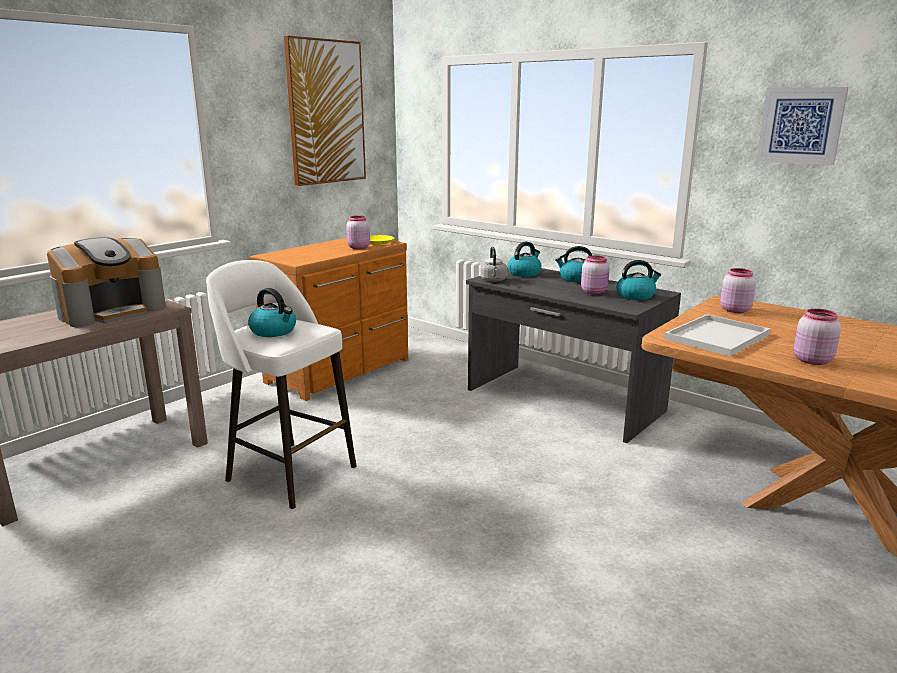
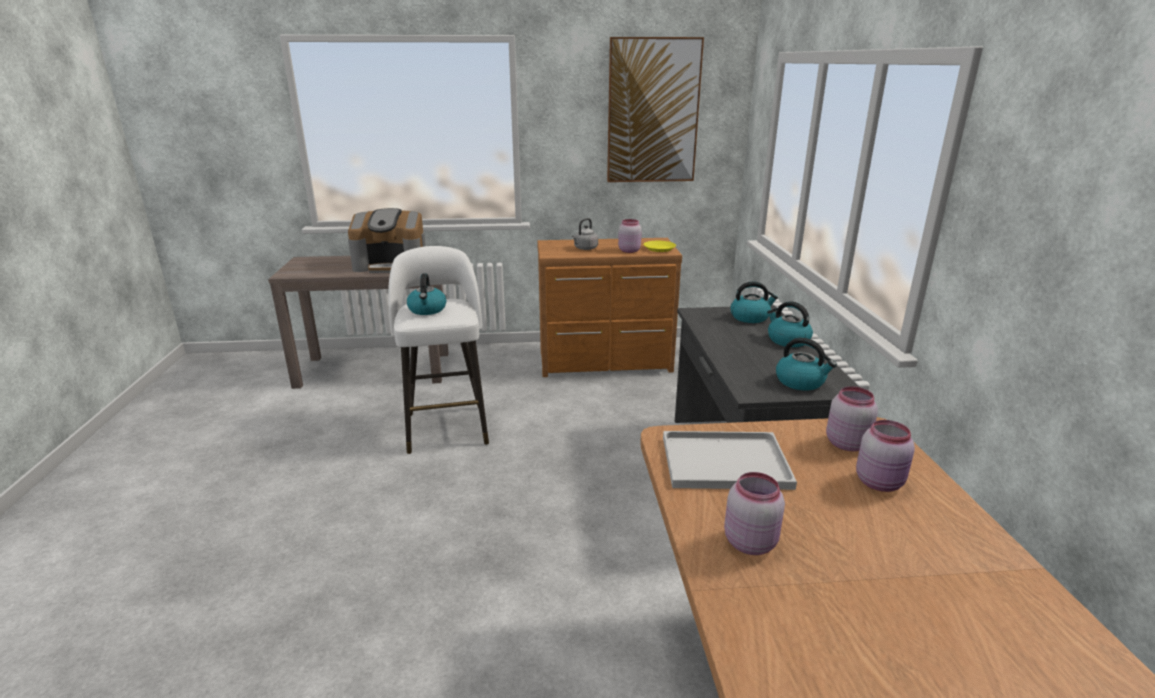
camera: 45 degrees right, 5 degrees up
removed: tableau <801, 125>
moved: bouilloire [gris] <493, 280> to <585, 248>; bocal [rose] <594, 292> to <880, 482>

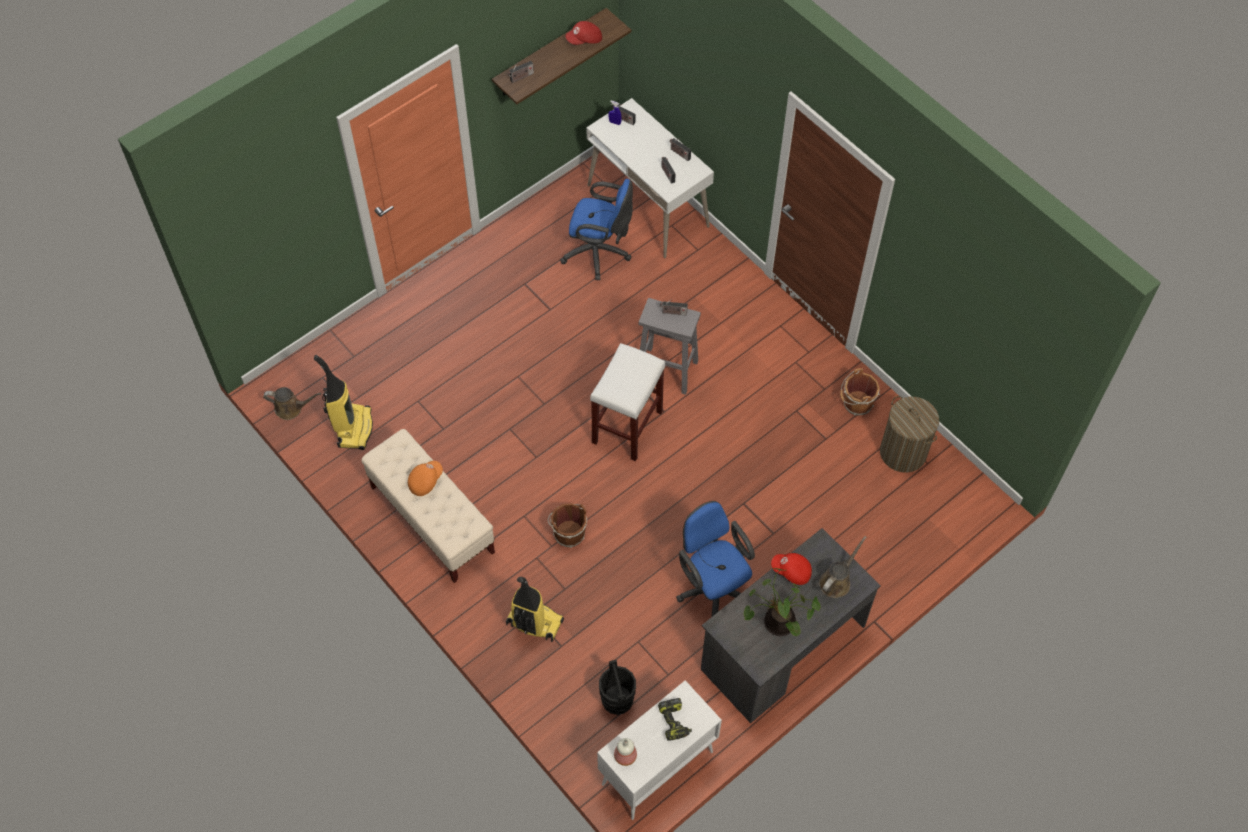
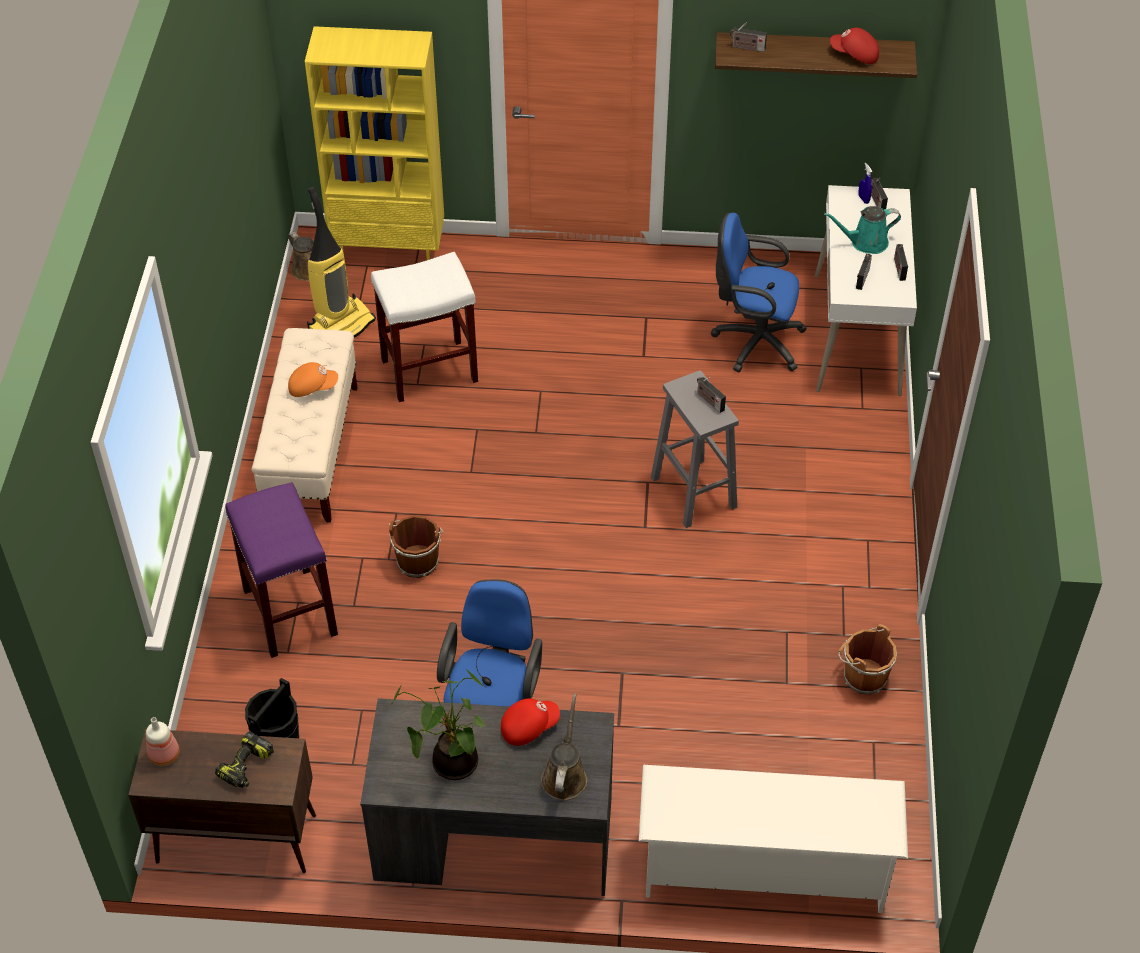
camera: 45 degrees right, 10 degrees down
removed: panier à linge <903, 452>
added: bibliothèque [jaune] <389, 250>; étagère à chaussures [blanc] <763, 868>; arrosoir [turquoise] <865, 242>
moved: tabouret [blanc] <627, 426> to <430, 369>
replaced: aspirateur <533, 623> to tabouret [violet] <289, 611>
recoloured: meuble de rangement [blanc] <656, 769> to meuble de rangement [marron] <235, 839>
turned: casquette [rouge] <791, 571> = <529, 726> 90 degrees clockwise; arrosoir [marron] <836, 581> = <564, 775> 75 degrees counterclockwise; chaise de bureau [bleu] <599, 253> = <754, 342> 135 degrees clockwise

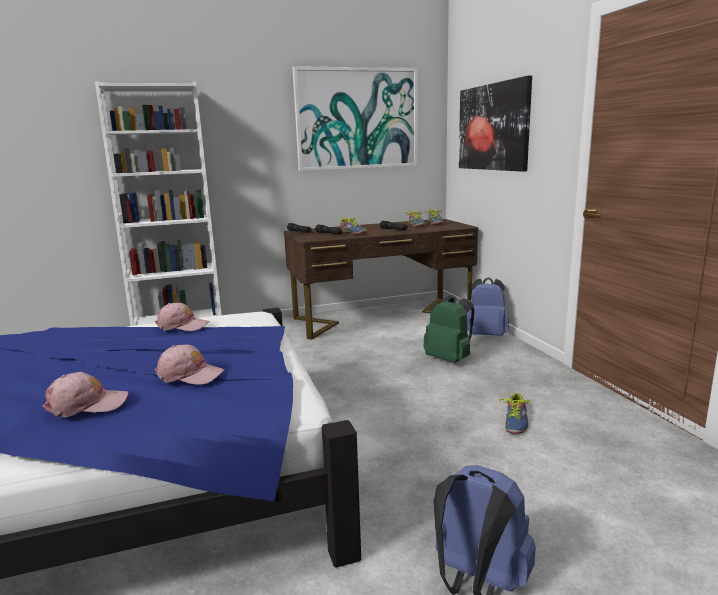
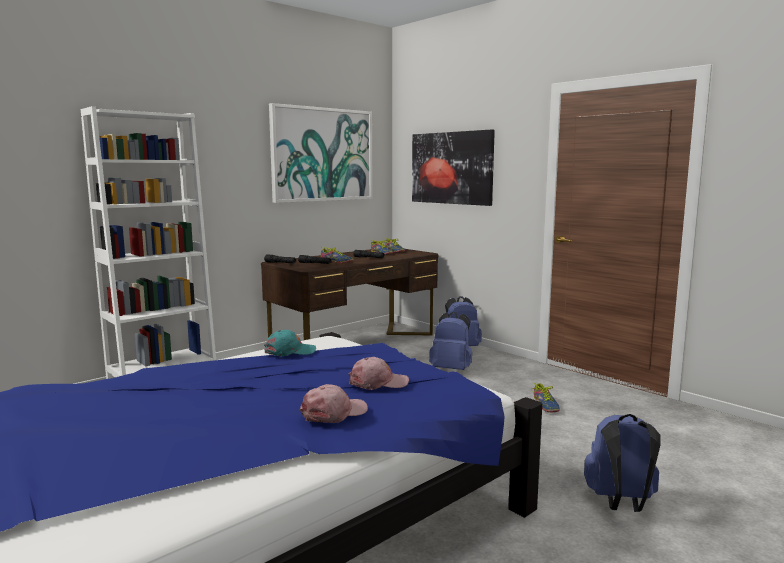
camera: 25 degrees left, 5 degrees down
recoloured: casquette [rose] <182, 325> to casquette [turquoise] <290, 351>; sac à dos [vert] <450, 359> to sac à dos [bleu] <451, 369>

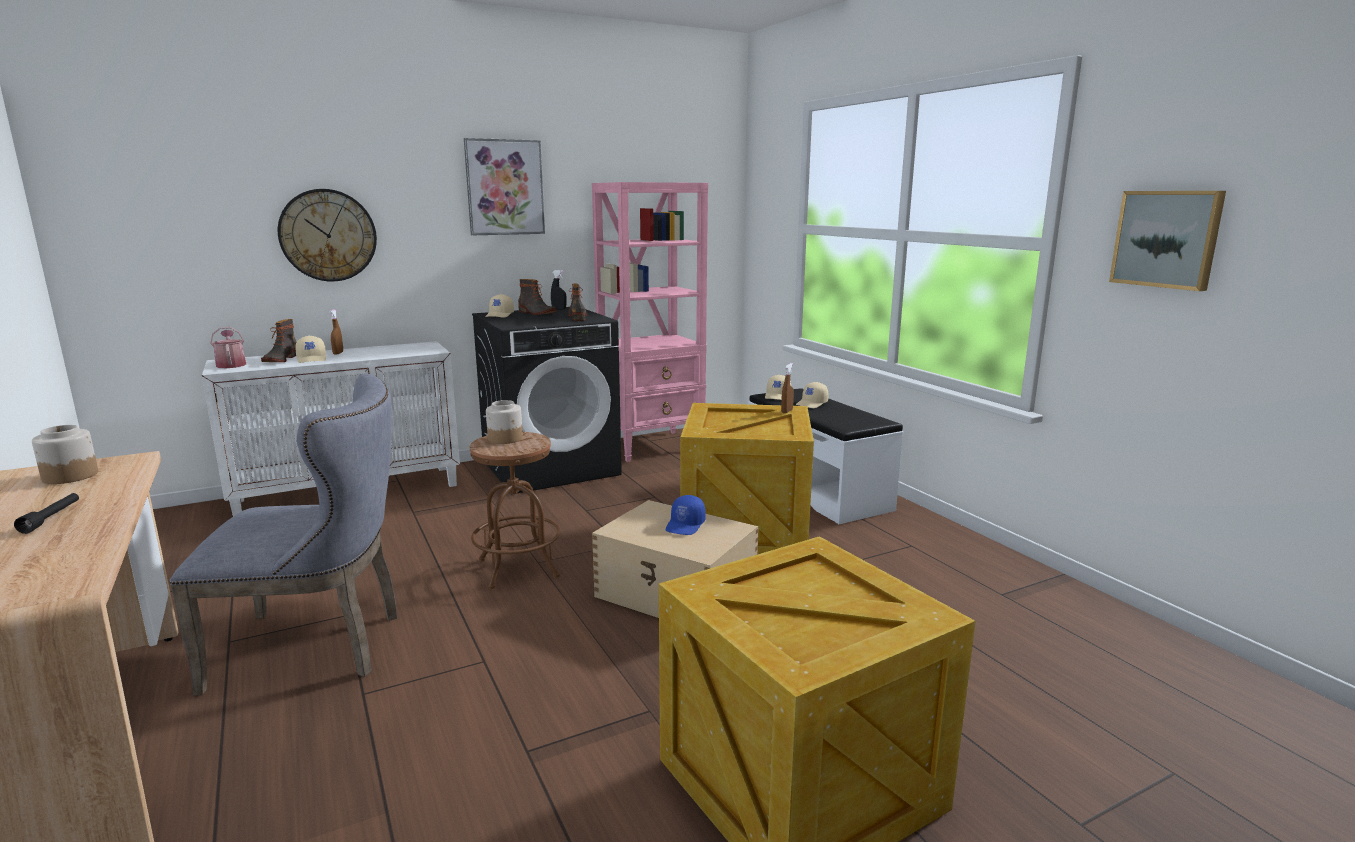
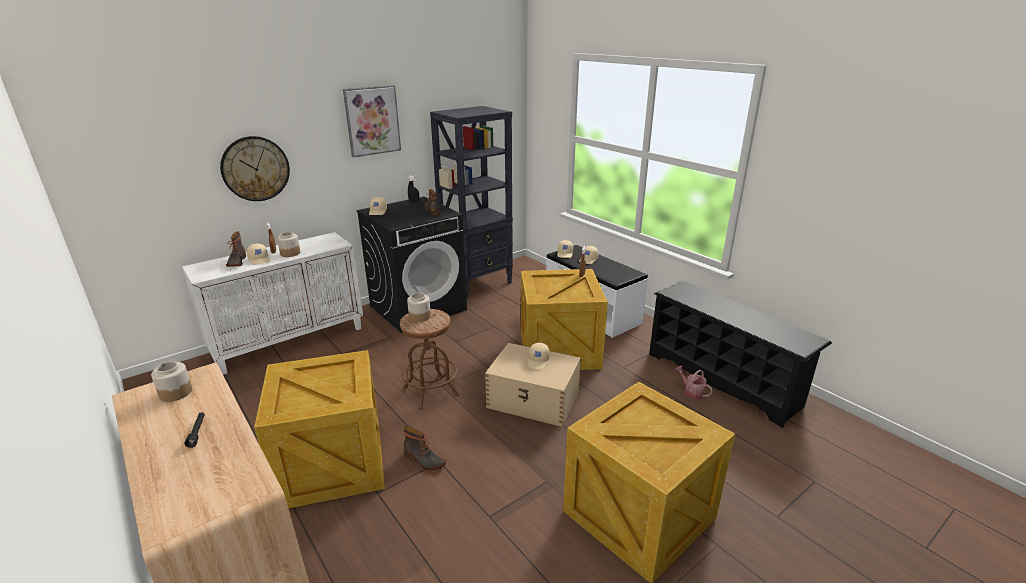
camera: 10 degrees left, 10 degrees up
removed: tableau <1167, 239>
added: bocal <290, 253>; étagère à chaussures [noir] <723, 379>
moved: botte <536, 313> to <424, 460>; arrosoir <231, 364> to <691, 391>
replaced: chaise [gris] <320, 646> to caisse <334, 464>
recoloured: bibliothèque [rose] <652, 446> to bibliothèque [noir] <478, 283>; casquette [bleu] <686, 525> to casquette [beige] <538, 361>

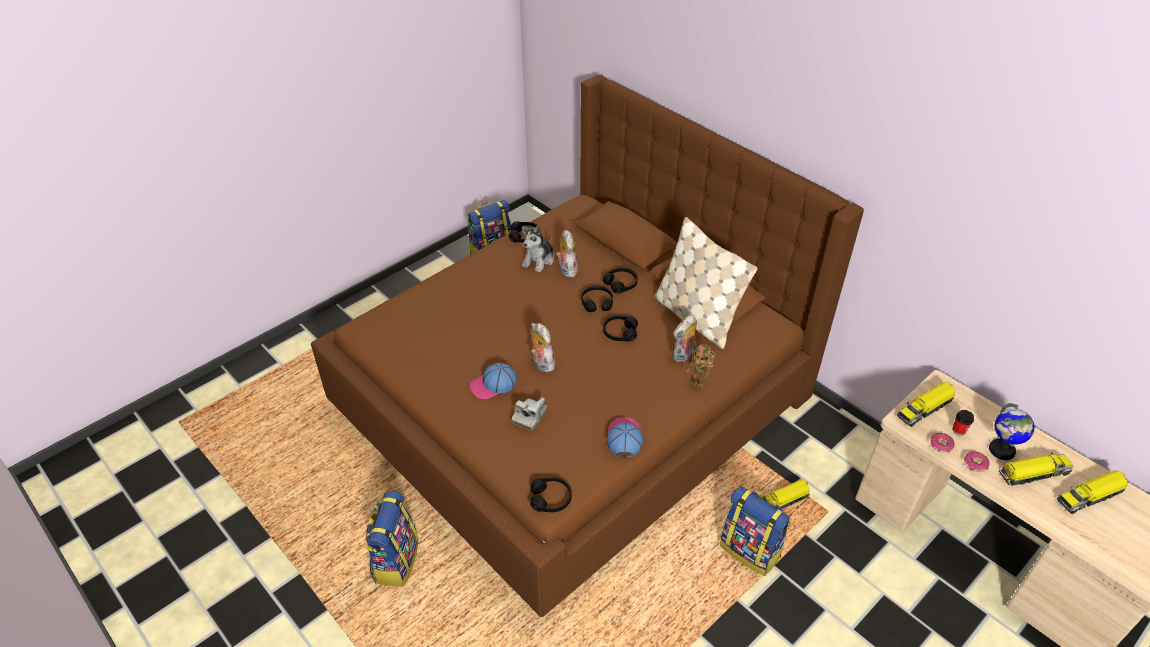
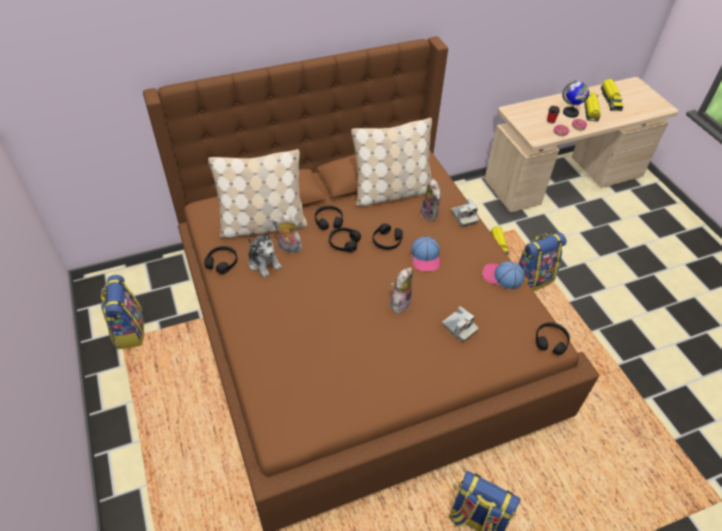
camera: 70 degrees left, 5 degrees up
removed: camion jouet <924, 409>
added: coussin [beige] <263, 225>
moved: casquette <493, 385> to <425, 257>
replaced: robot jouet <699, 385> to appareil photo <464, 217>
turned: peluche <541, 363> = <399, 302> 135 degrees clockwise

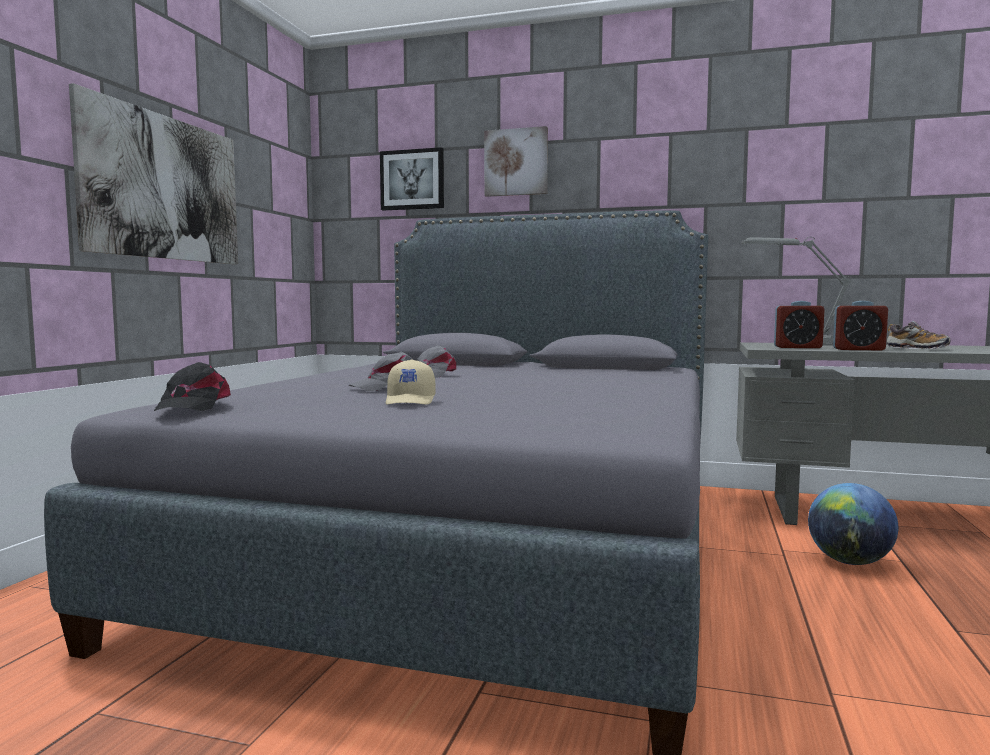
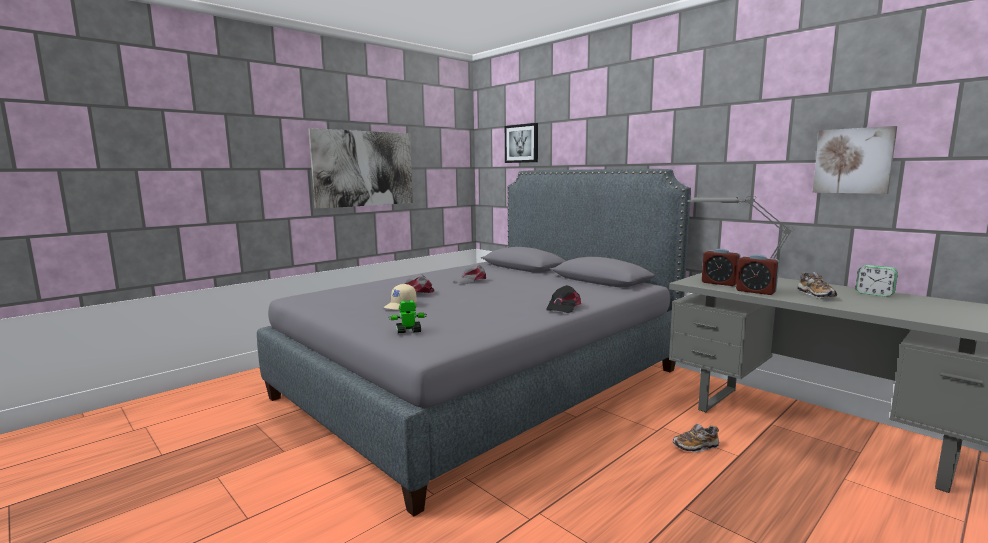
camera: 30 degrees right, 5 degrees up
added: robot jouet <408, 331>; réveil <874, 294>
moved: casquette [noir] <193, 405> to <563, 307>; tableau <516, 162> to <853, 161>
replaced: globe <849, 562> to chaussure <695, 446>

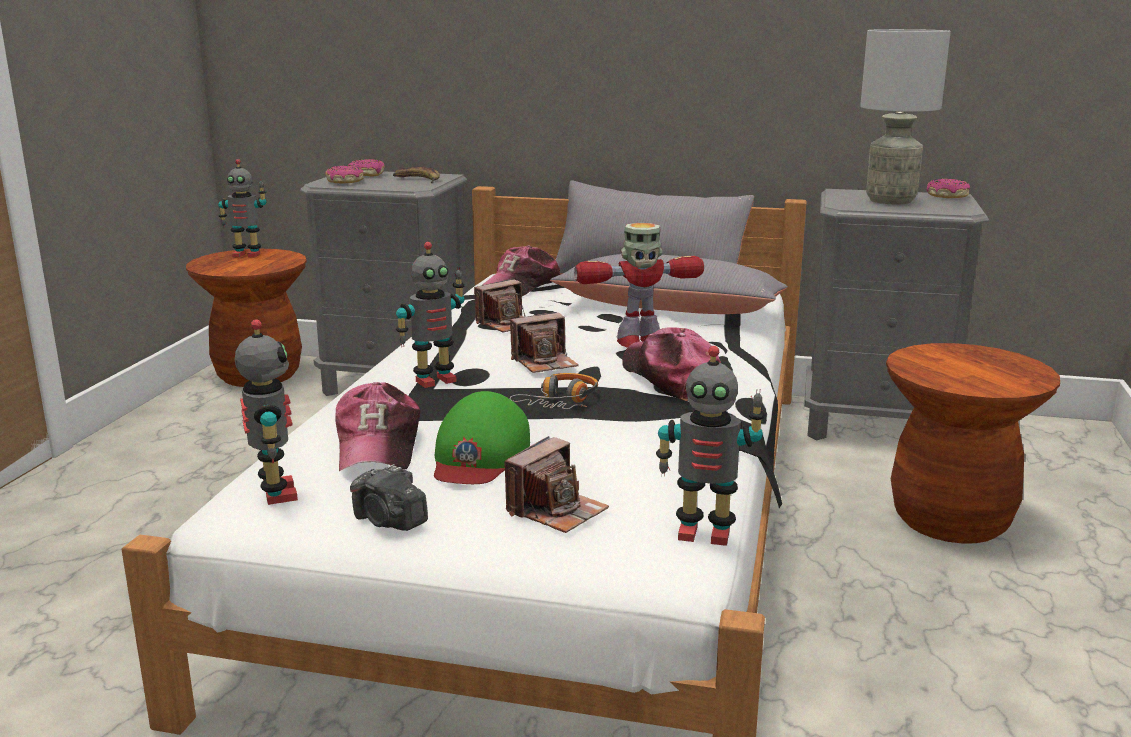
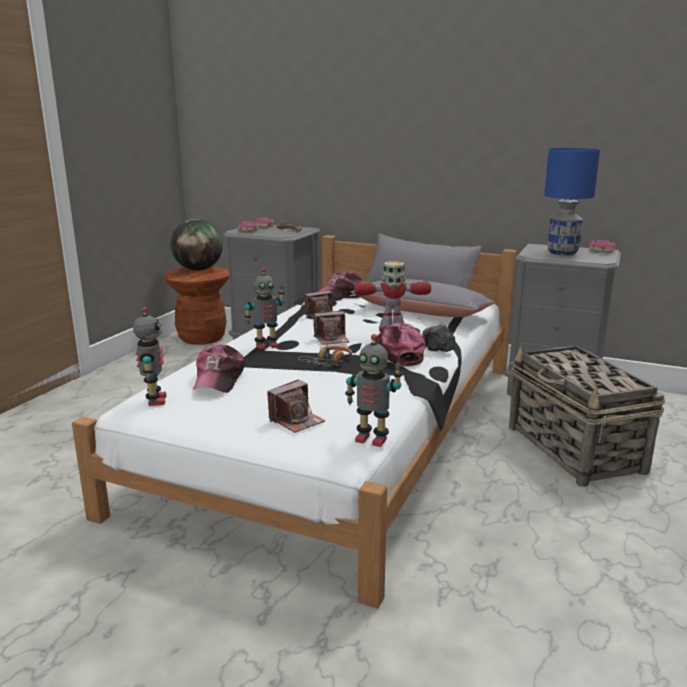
camera: 10 degrees right, 0 degrees up
removed: casquette [vert] <479, 455>
moved: appareil photo <389, 521> to <437, 348>
replaced: robot jouet <247, 254> to globe <198, 269>; tabouret [marron] <950, 520> to panier <574, 450>
recoloured: lampe de table [gris] <890, 201> to lampe de table [bleu] <562, 253>

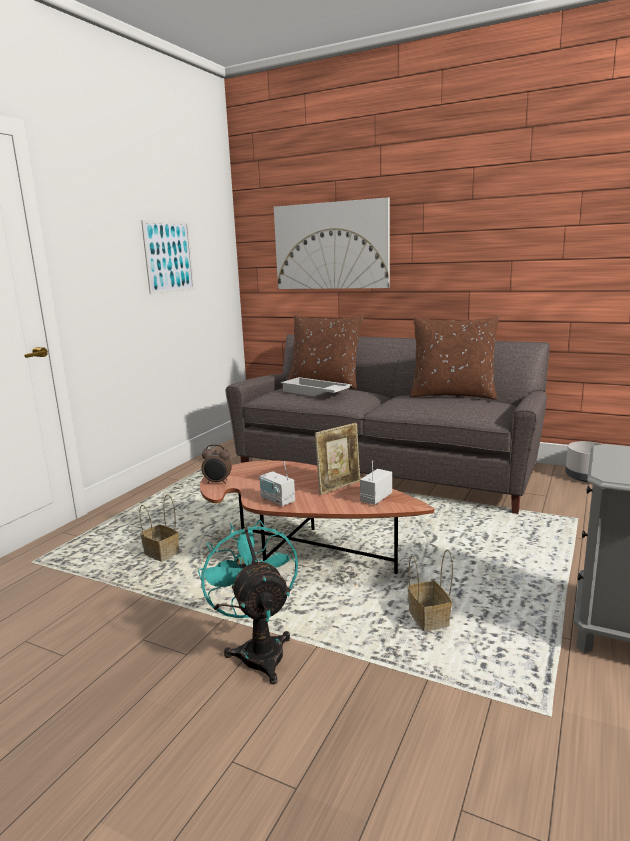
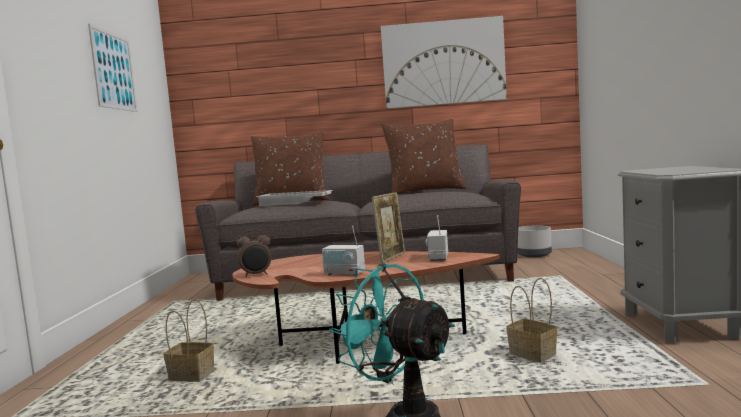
camera: 25 degrees left, 10 degrees down
moved: tableau <331, 246> to <443, 63>

